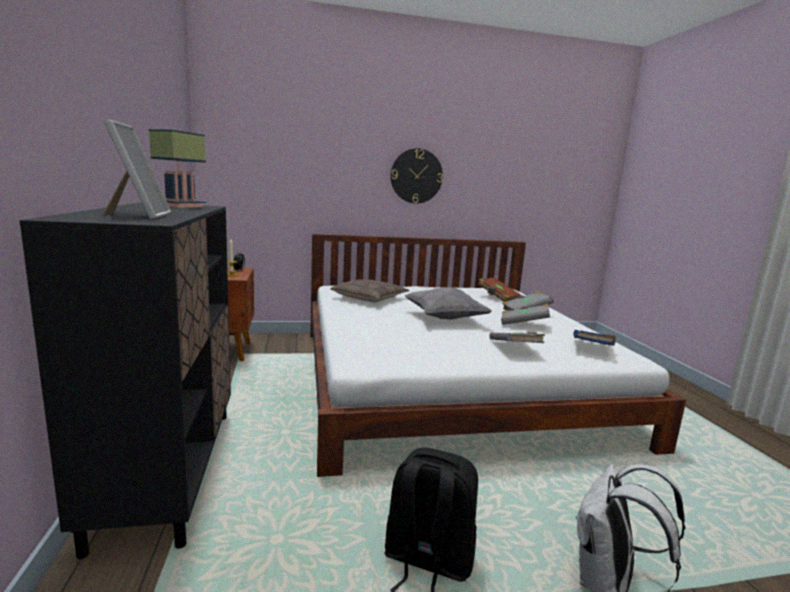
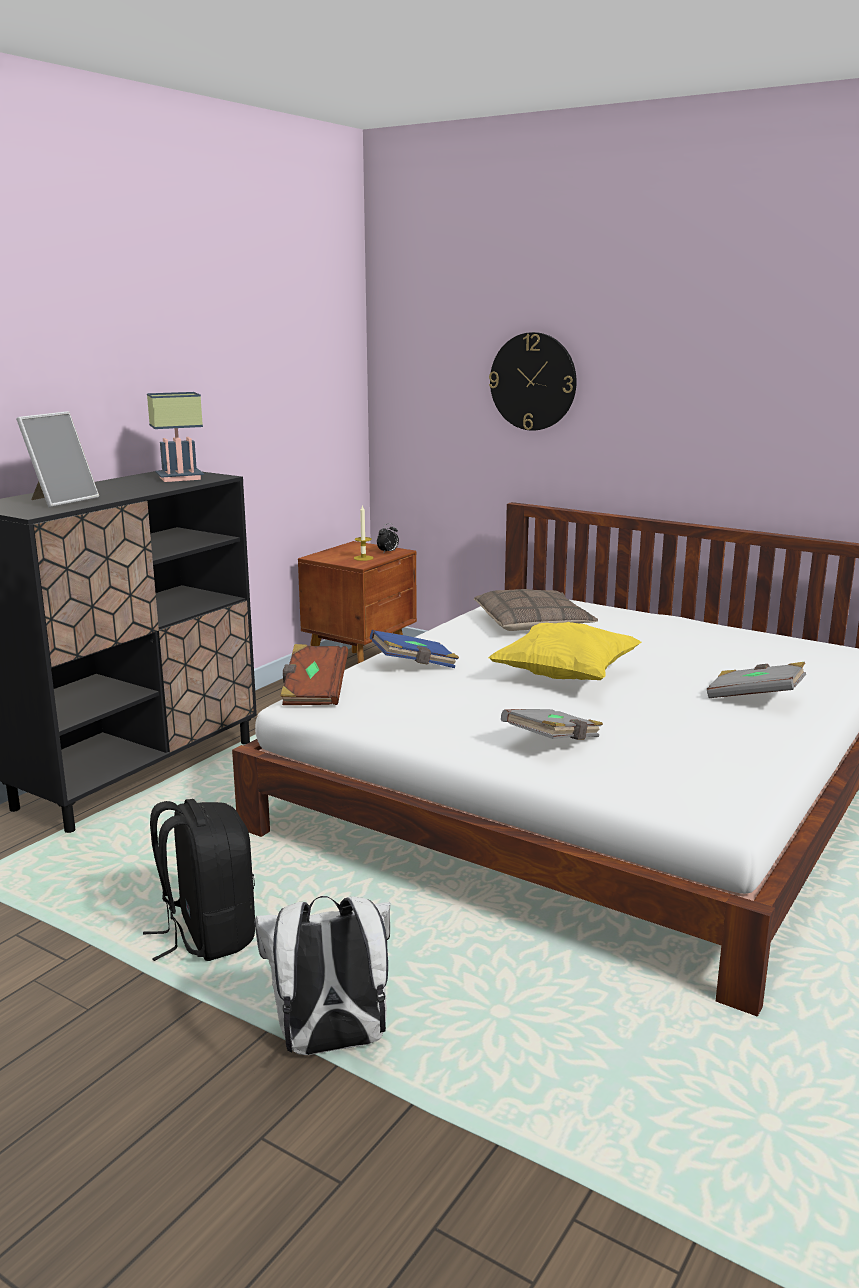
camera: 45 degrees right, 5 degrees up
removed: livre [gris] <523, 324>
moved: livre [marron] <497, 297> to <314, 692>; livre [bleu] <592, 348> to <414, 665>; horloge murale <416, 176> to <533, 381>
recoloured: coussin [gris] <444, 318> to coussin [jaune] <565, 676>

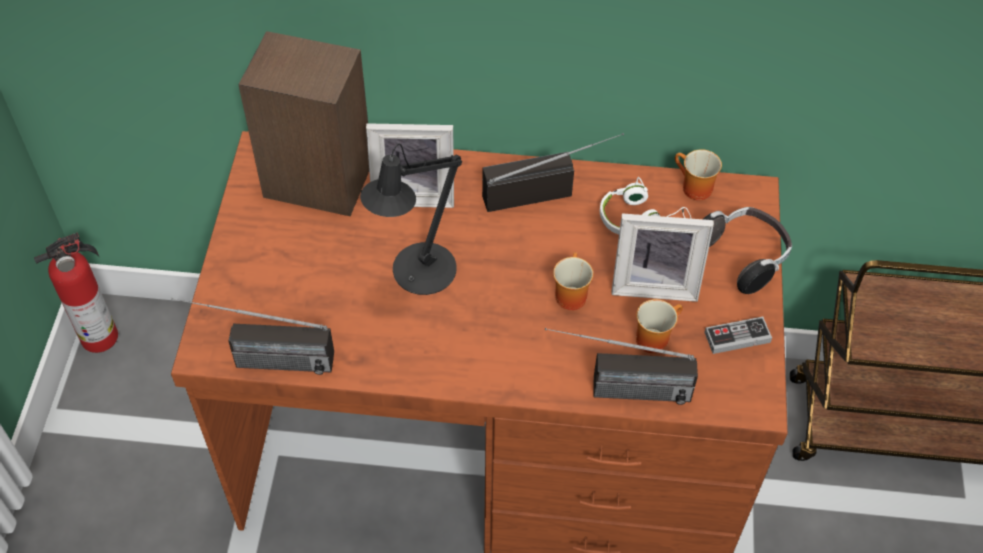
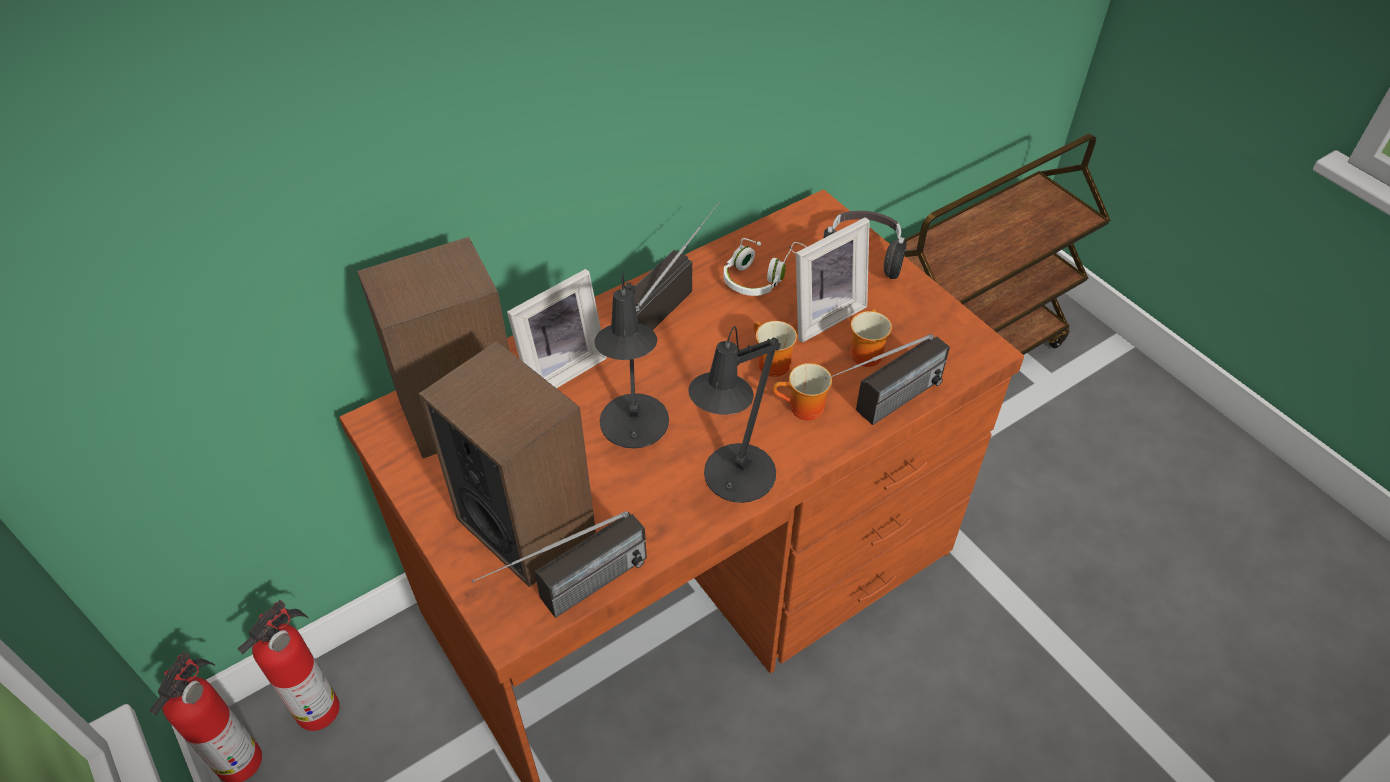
camera: 40 degrees left, 5 degrees down
removed: manette <737, 337>
added: extincteur <320, 707>; enceinte <526, 525>; lampe de table [noir] <734, 481>
moved: mug <692, 188> to <802, 410>

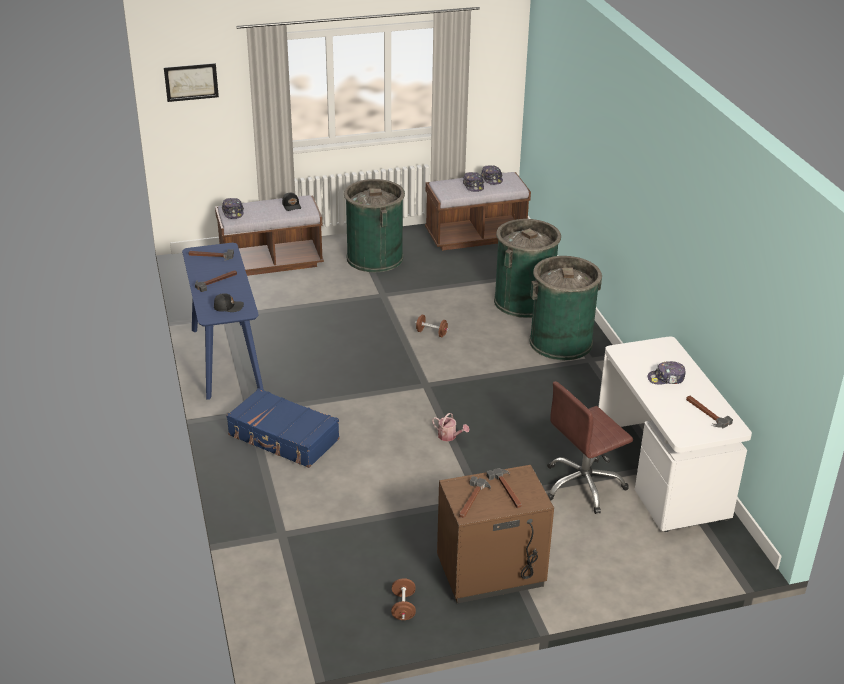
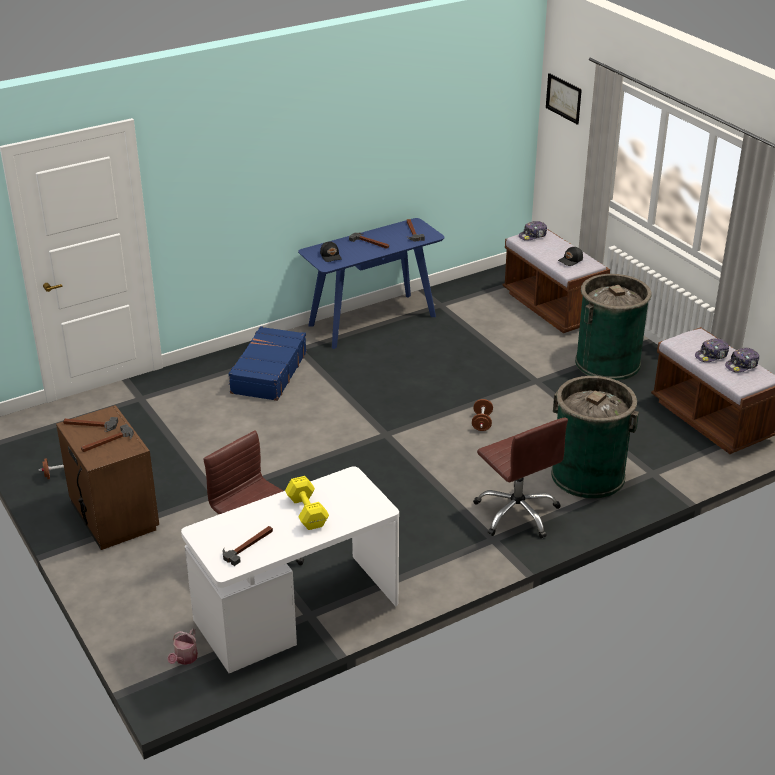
camera: 75 degrees right, 0 degrees up
moved: arrosoir <449, 436> to <184, 659>
replaced: casquette <666, 379> to haltère [jaune] <307, 513>; poubelle [vert] <561, 342> to chaise de bureau [marron] <517, 513>

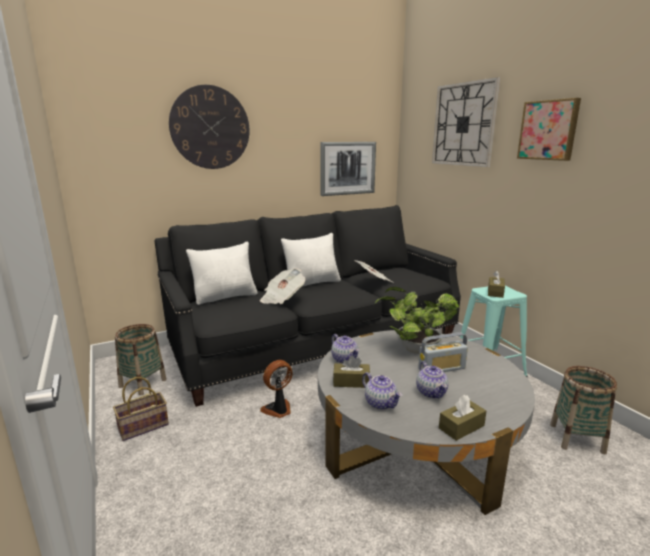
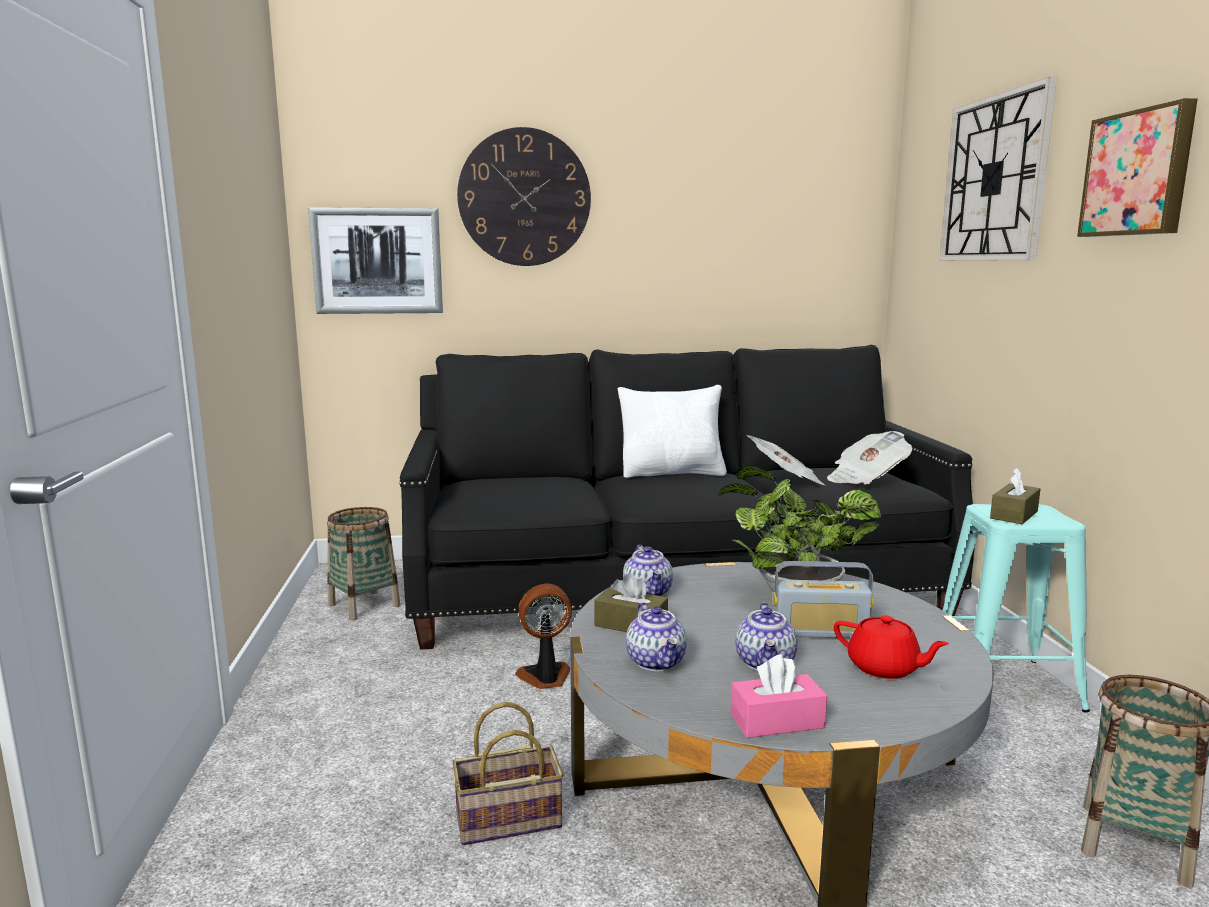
camera: 20 degrees right, 5 degrees down
removed: coussin [blanc] <225, 297>
added: théière [rouge] <884, 668>
moved: tableau <347, 168> to <377, 261>; panier <142, 427> to <506, 821>; journal <282, 298> to <866, 479>
recoloured: boîte à mouchoirs [marron] <461, 427> to boîte à mouchoirs [rose] <777, 721>

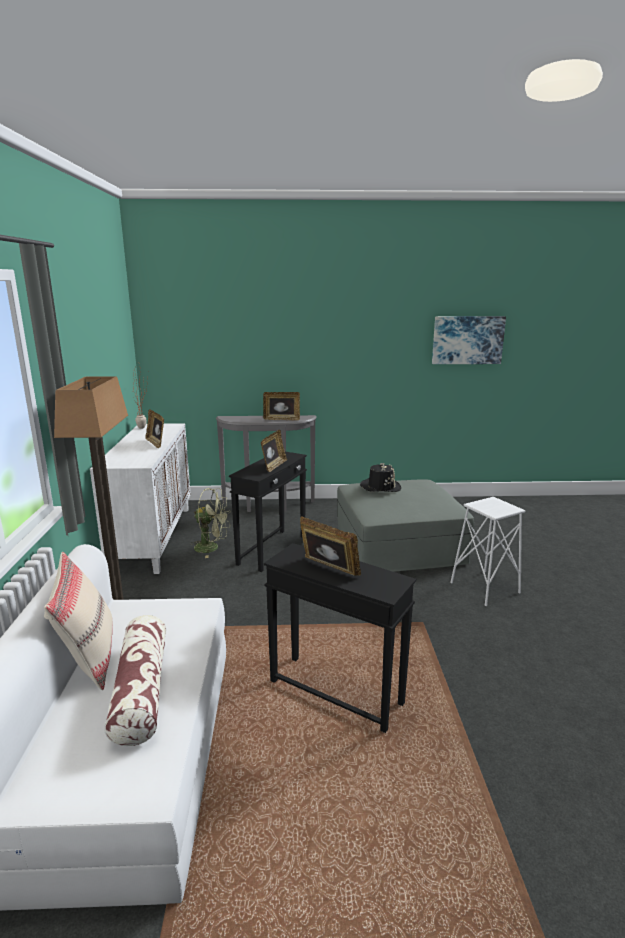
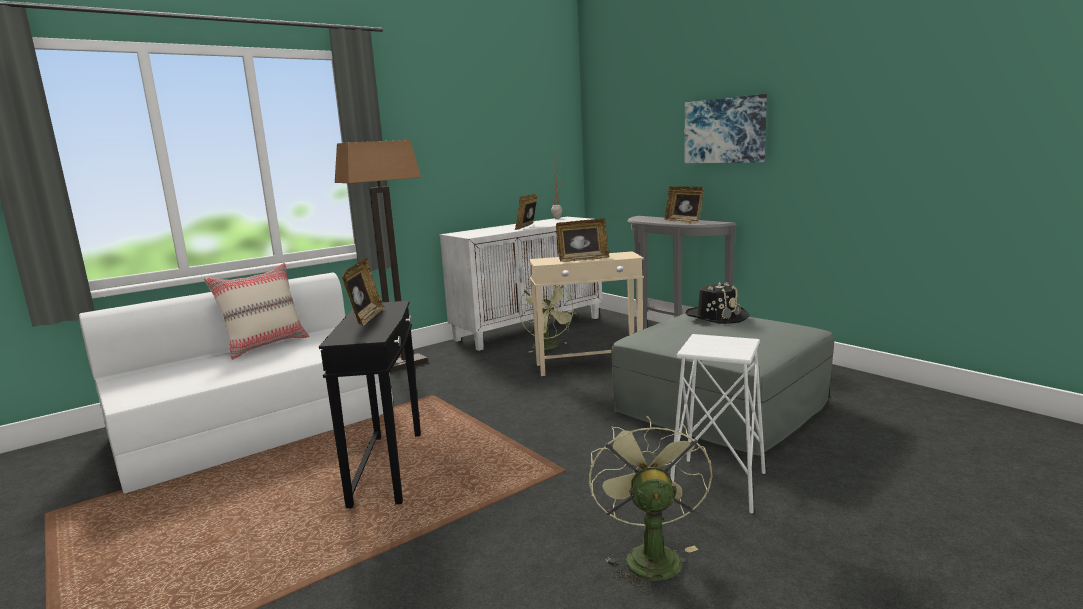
camera: 55 degrees right, 5 degrees down
removed: coussin <141, 690>
added: ventilateur [vert] <648, 555>
moved: tableau <467, 340> to <725, 130>
recoloured: table d'appoint [noir] <273, 550> to table d'appoint [beige] <589, 365>

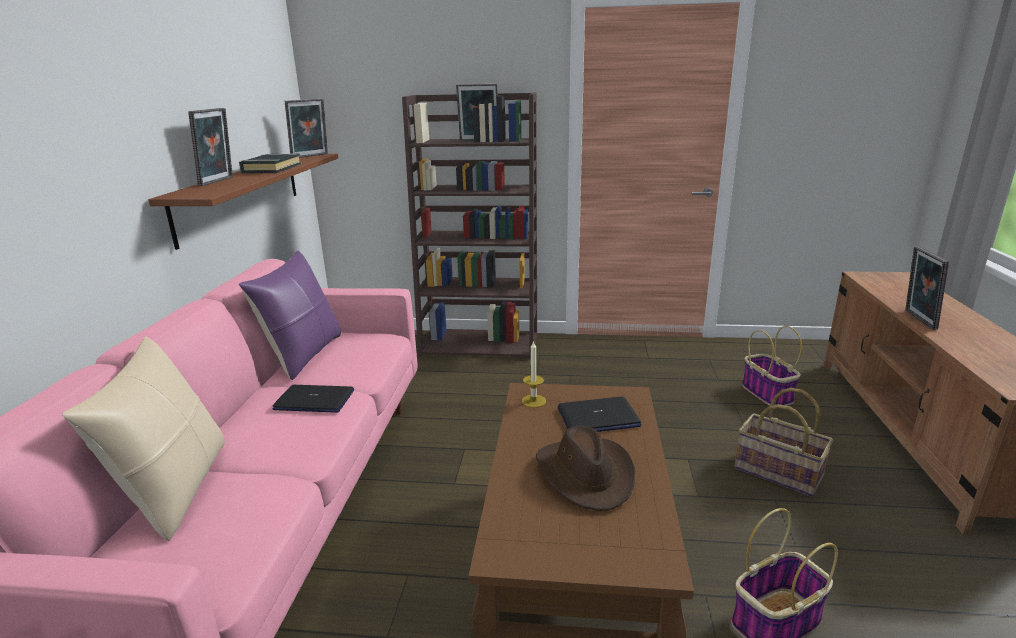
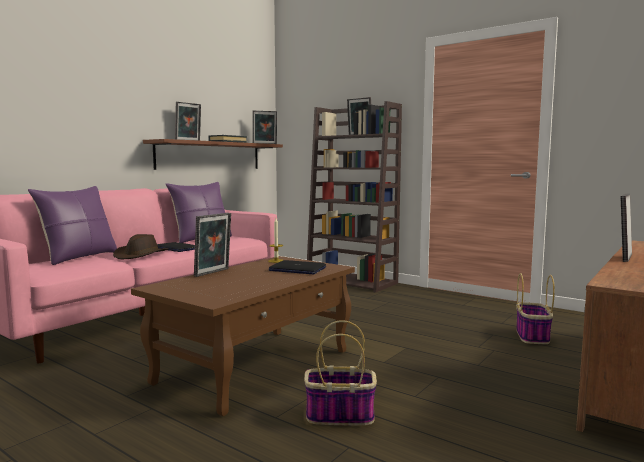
camera: 30 degrees right, 15 degrees down
removed: panier <777, 473>
added: cadre photo <213, 273>
moved: chapeau [marron] <586, 474> to <141, 255>
recoloured: coussin [beige] <175, 490> to coussin [violet] <78, 257>

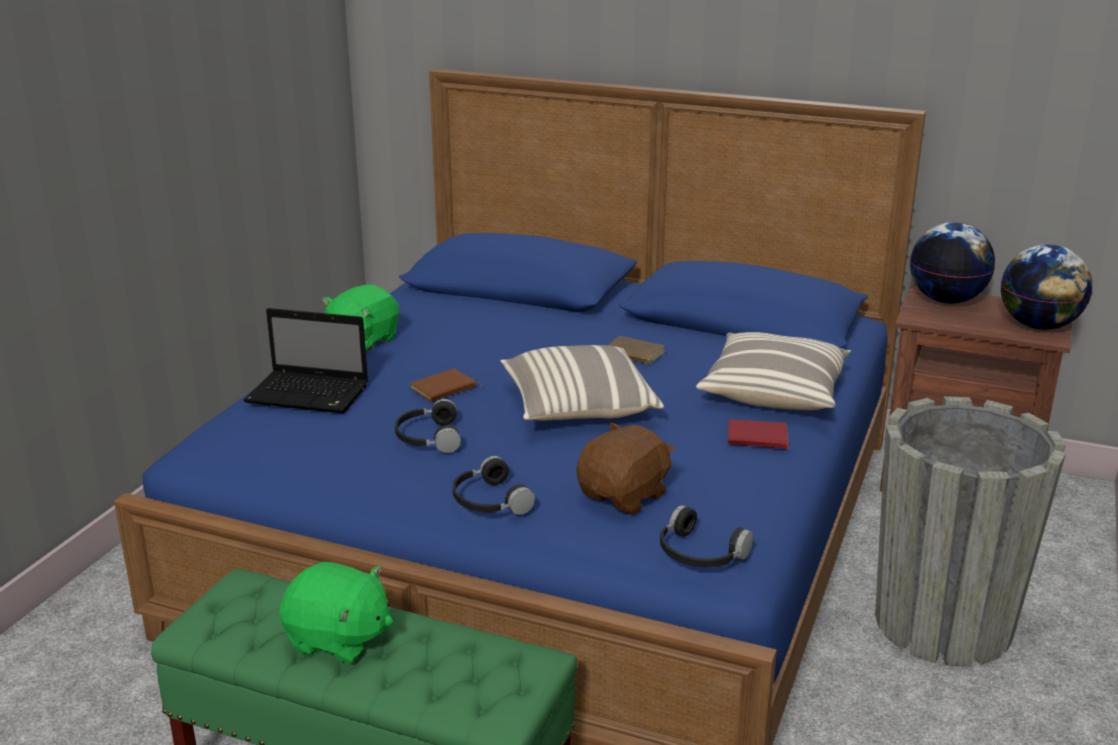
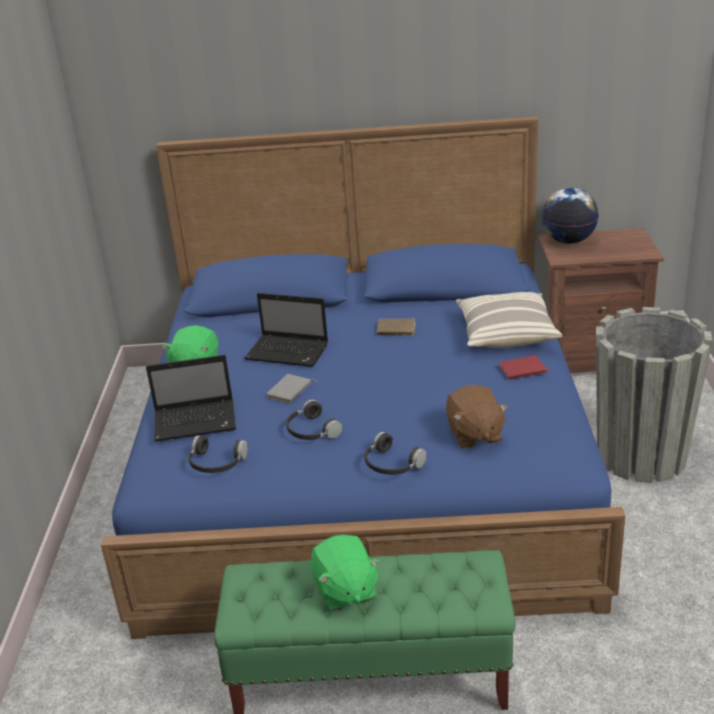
camera: 20 degrees left, 5 degrees up
removed: coussin <577, 407>; globe <1038, 326>
added: ordinateur portable <289, 352>
moved: casque audio [noir] <699, 554> to <216, 463>
recoloured: livre [marron] <444, 389> to livre [gris] <290, 391>
turned: peluche [vert] <338, 639> = <345, 591> 75 degrees clockwise; peluche [marron] <625, 496> = <474, 434> 150 degrees clockwise

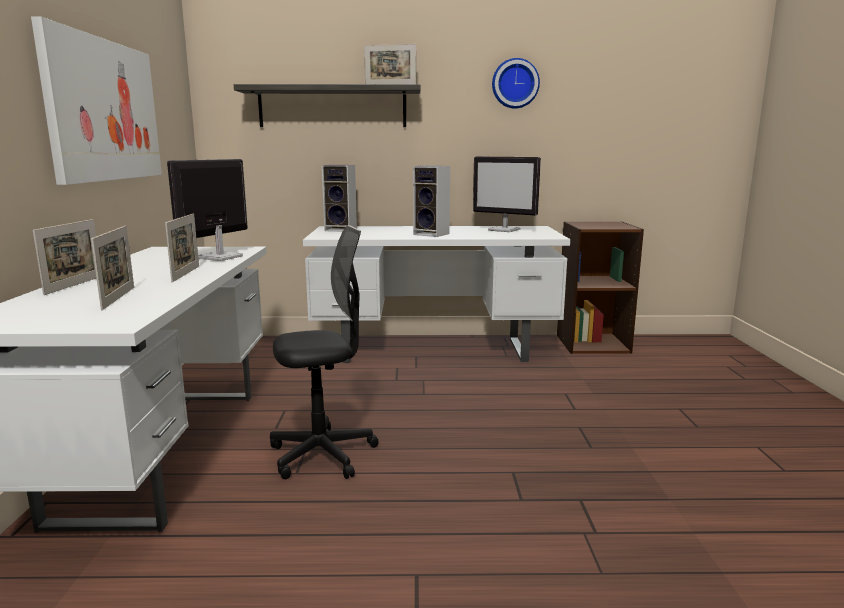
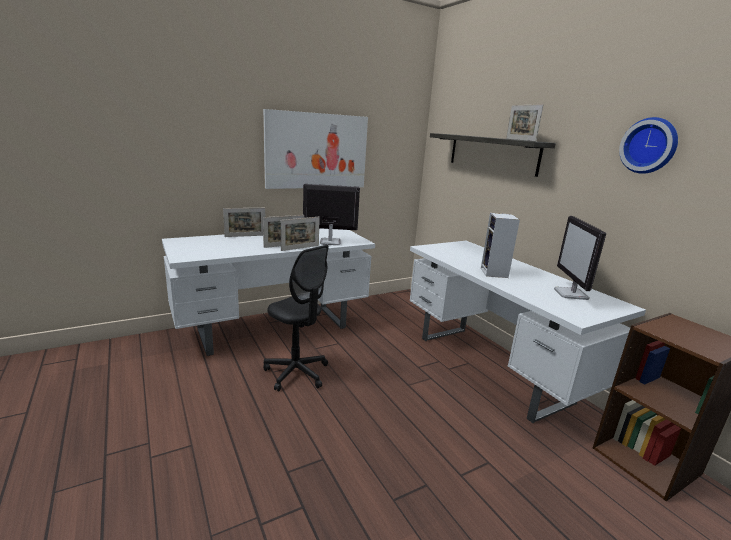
camera: 60 degrees right, 5 degrees up
removed: enceinte <342, 230>
moved: cadre photo <118, 298> to <300, 248>

